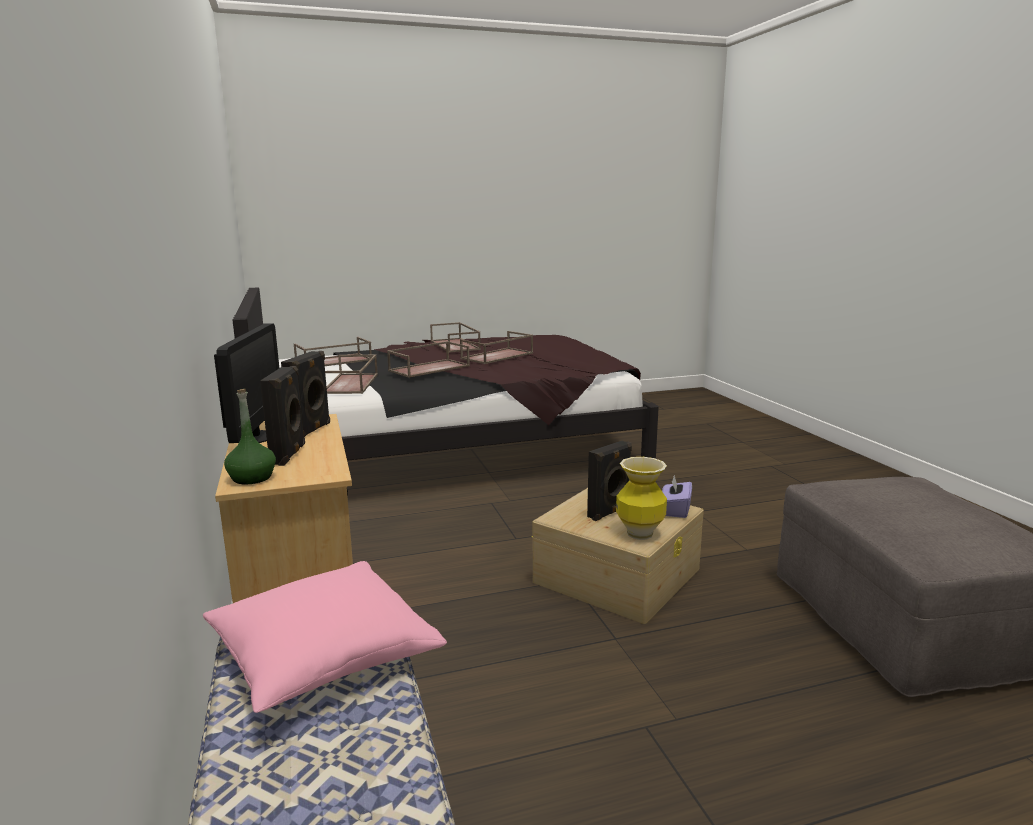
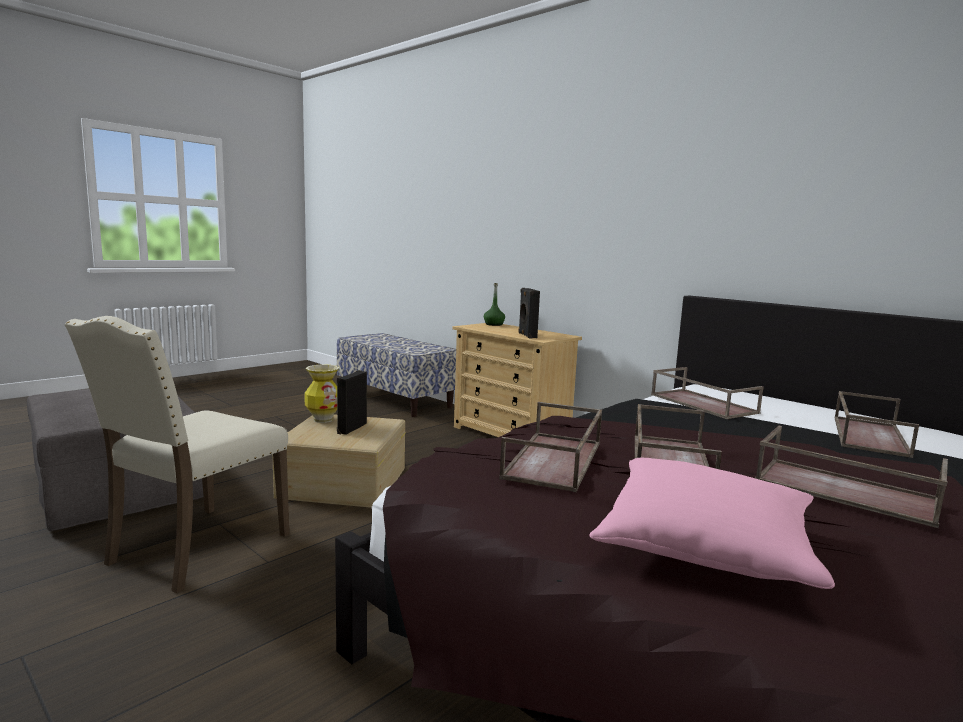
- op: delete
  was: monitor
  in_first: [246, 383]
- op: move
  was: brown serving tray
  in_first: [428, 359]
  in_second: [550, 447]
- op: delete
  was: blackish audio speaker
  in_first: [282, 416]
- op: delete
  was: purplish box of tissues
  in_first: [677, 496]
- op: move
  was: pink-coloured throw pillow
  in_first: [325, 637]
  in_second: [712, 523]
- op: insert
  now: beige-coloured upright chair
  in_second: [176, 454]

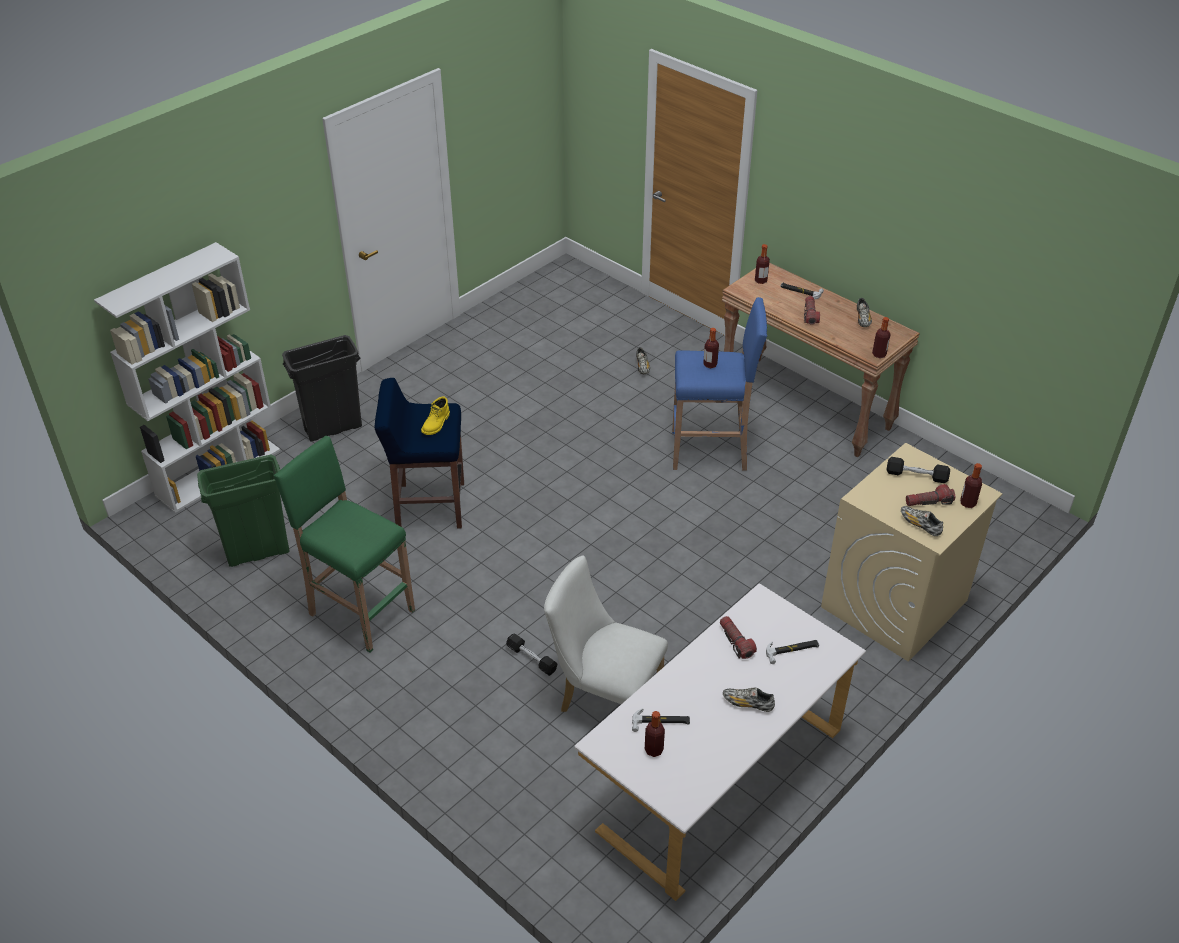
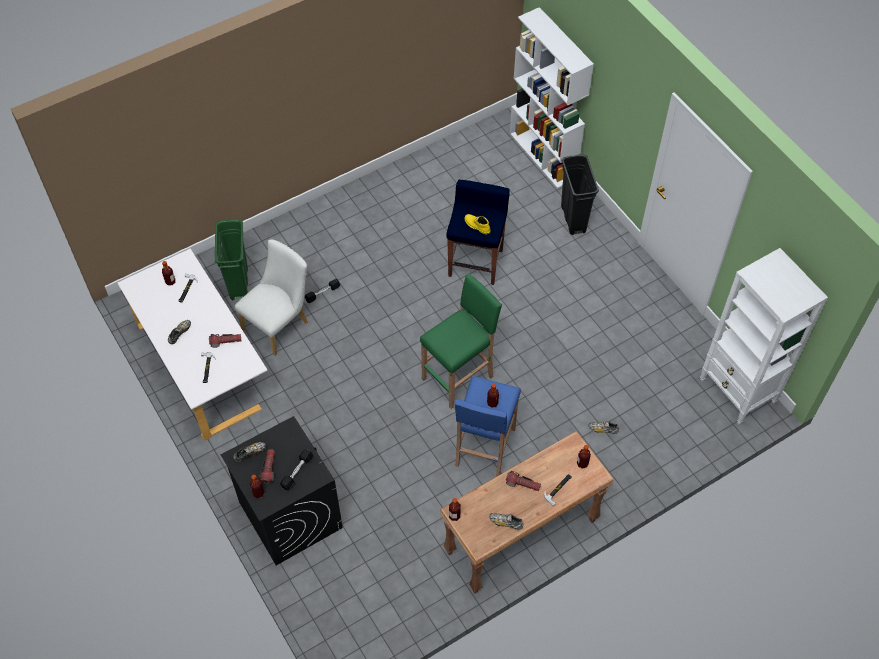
- op: move
  was: green stool seat
  in_first: [344, 544]
  in_second: [461, 341]
- op: recolor
  was: beige-coloured laundry appliance
  now: blackish laundry appliance
  in_first: [912, 552]
  in_second: [282, 490]
- op: move
  was: green waste bin
  in_first: [243, 511]
  in_second: [231, 260]
- op: insert
  now: whitish bookshelf
  in_second: [764, 336]

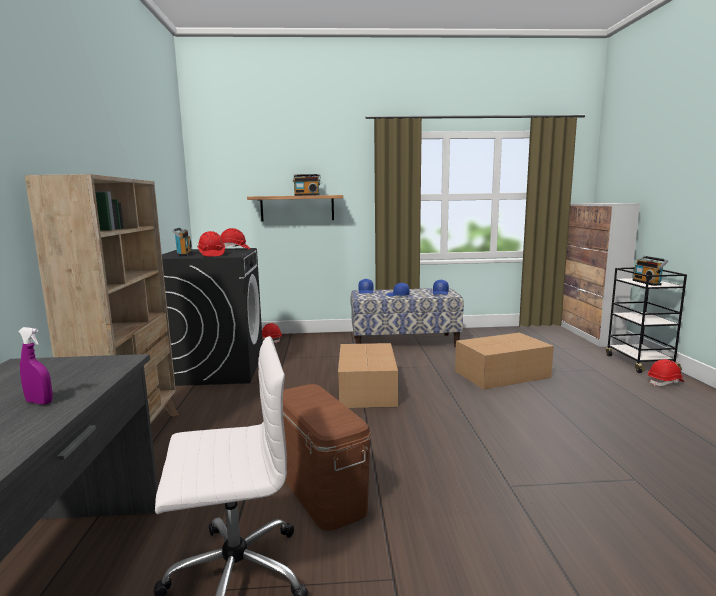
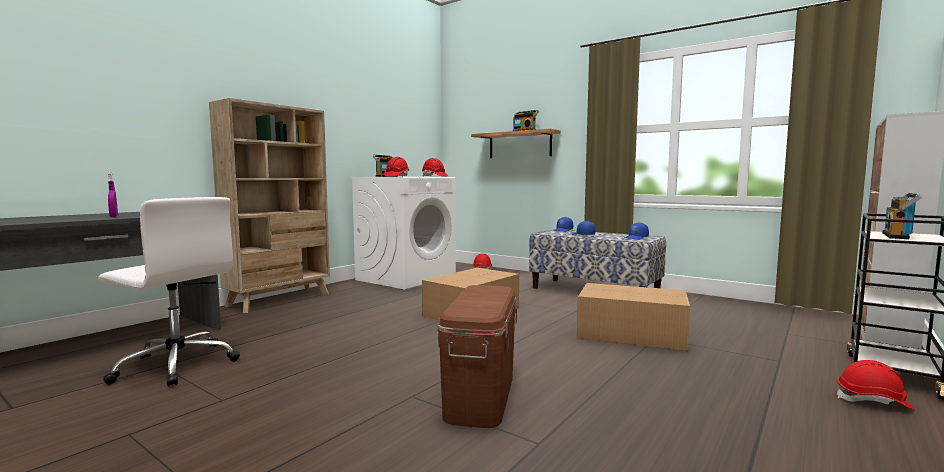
- op: recolor
  was: blackish laundry appliance
  now: whitish laundry appliance
  in_first: [212, 317]
  in_second: [403, 233]
- op: move
  was: brown storage container
  in_first: [327, 457]
  in_second: [477, 356]

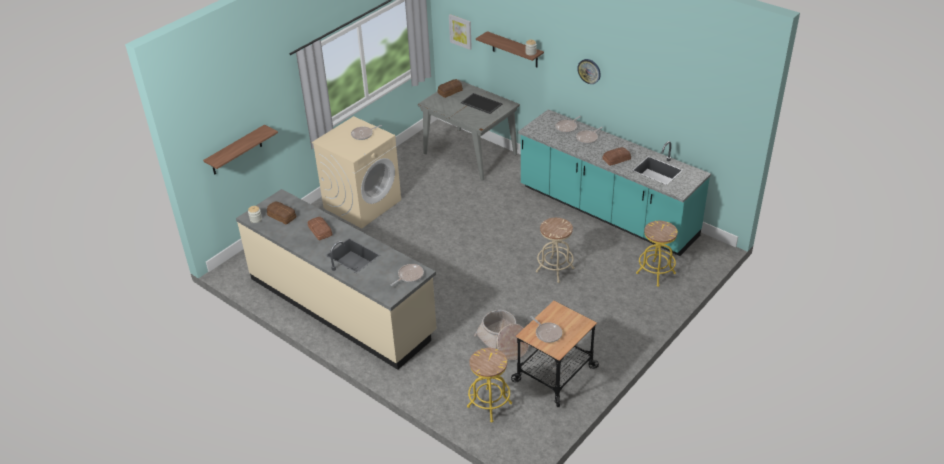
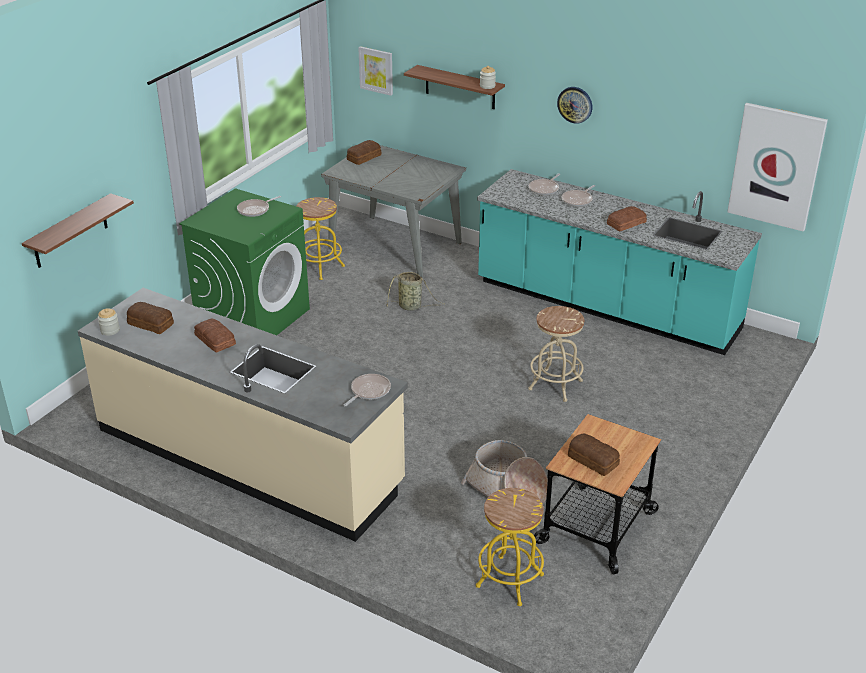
- op: delete
  was: serving tray
  in_first: [481, 103]
- op: recolor
  was: beige-coloured laundry appliance
  now: green laundry appliance
  in_first: [356, 172]
  in_second: [244, 261]
- op: move
  was: yellow stool seat
  in_first: [657, 254]
  in_second: [320, 238]
- op: replace
  was: pan
  now: baked bread
  in_first: [546, 329]
  in_second: [594, 454]
- op: insert
  now: picture
  in_second: [777, 167]
- op: insert
  now: storage basket
  in_second: [415, 291]

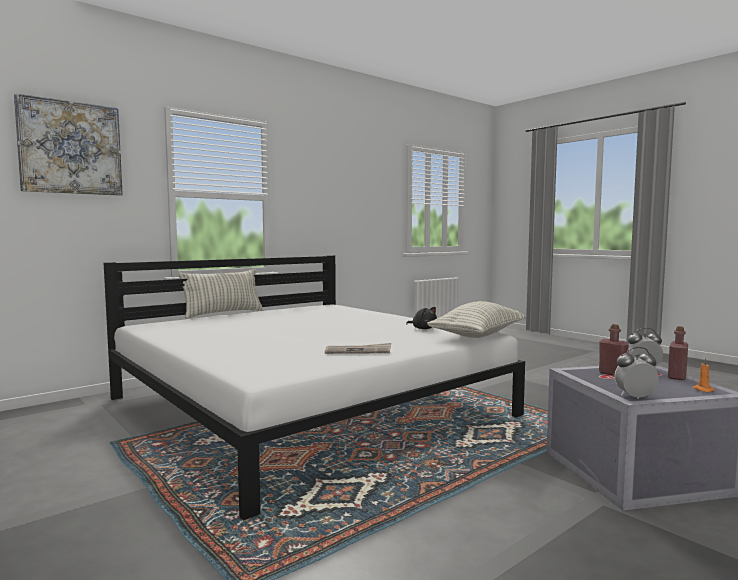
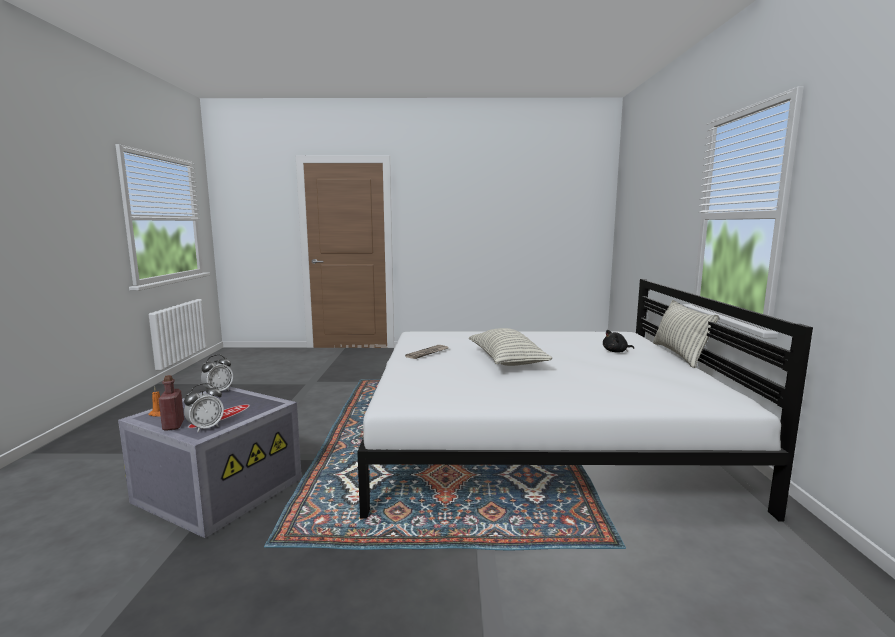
- op: delete
  was: picture
  in_first: [68, 144]
- op: move
  was: throw pillow
  in_first: [476, 319]
  in_second: [510, 347]
- op: move
  was: blackish soft toy
  in_first: [421, 318]
  in_second: [618, 341]
- op: delete
  was: reddish bottle
  in_first: [614, 350]

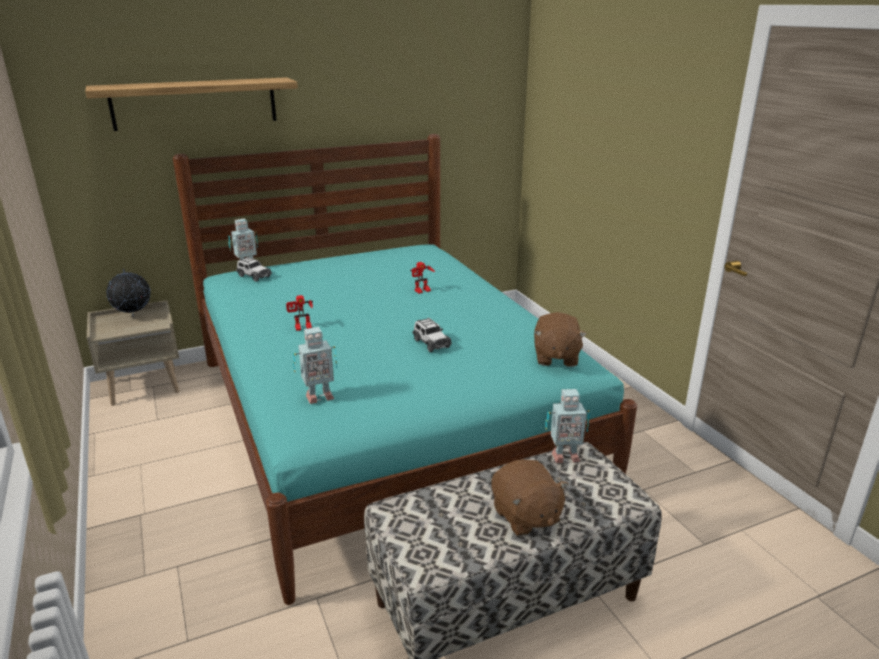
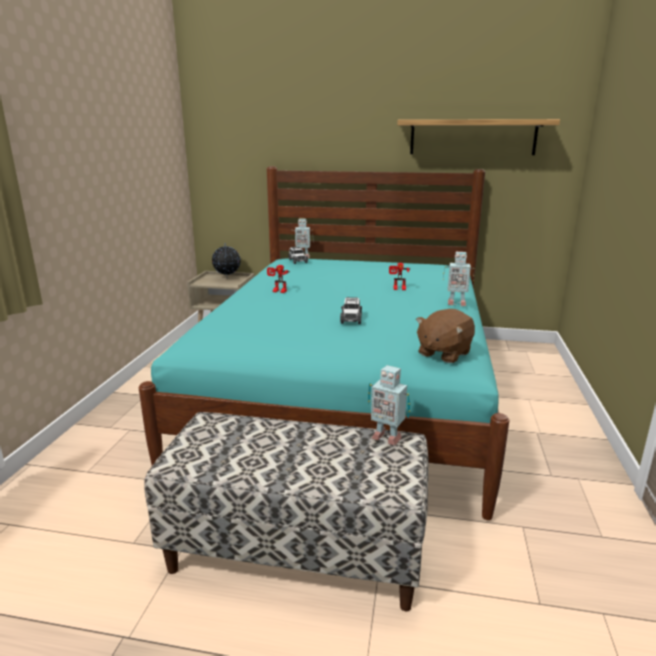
- op: move
  was: shelf
  in_first: [191, 104]
  in_second: [478, 137]
- op: move
  was: toy robot
  in_first: [315, 365]
  in_second: [458, 279]
- op: delete
  was: brown soft toy
  in_first: [529, 497]

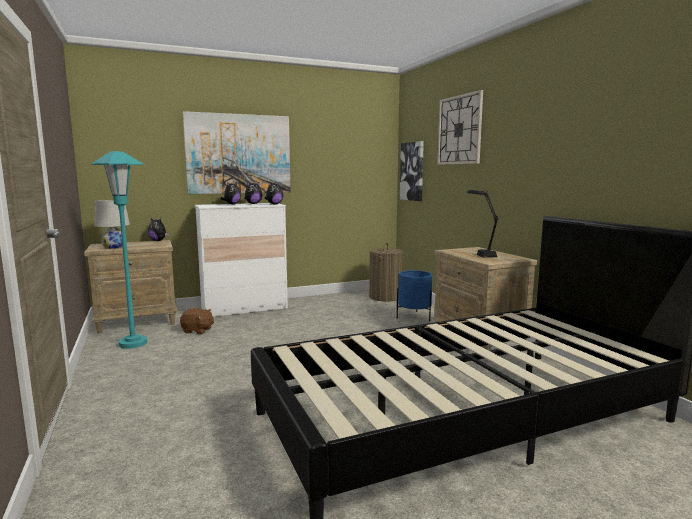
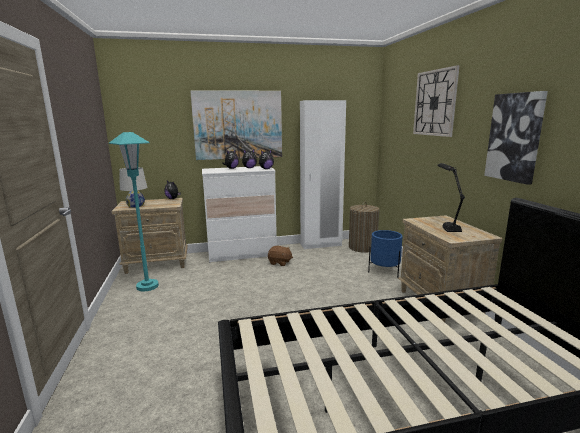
- op: move
  was: picture
  in_first: [412, 171]
  in_second: [516, 138]
- op: move
  was: brown soft toy
  in_first: [197, 321]
  in_second: [280, 256]
- op: insert
  now: whitish wardrobe
  in_second: [323, 174]

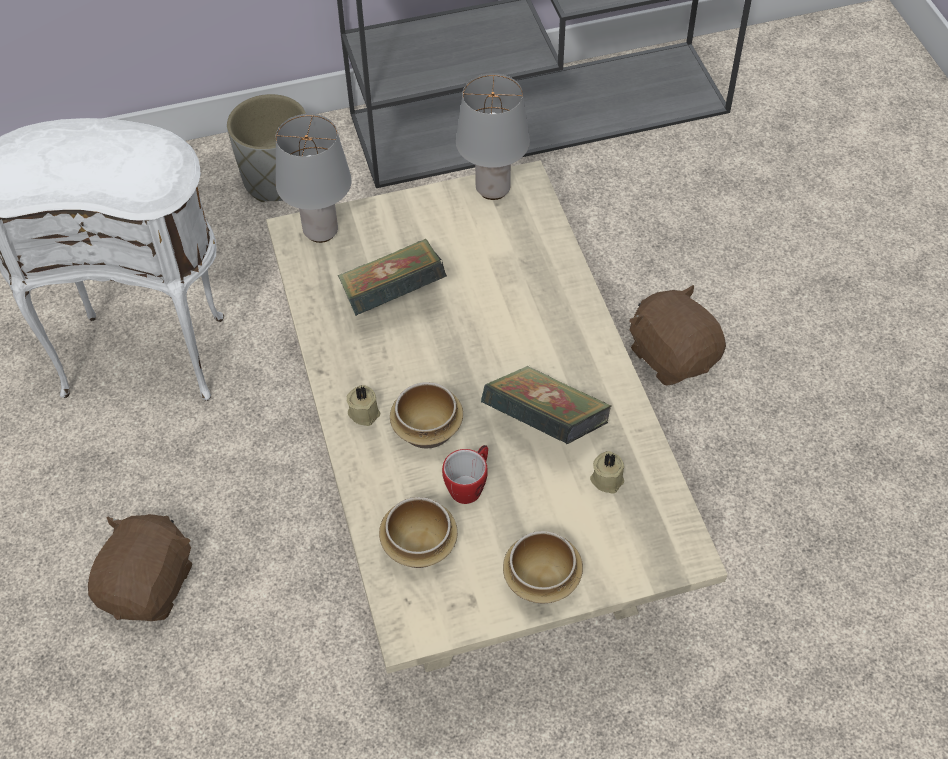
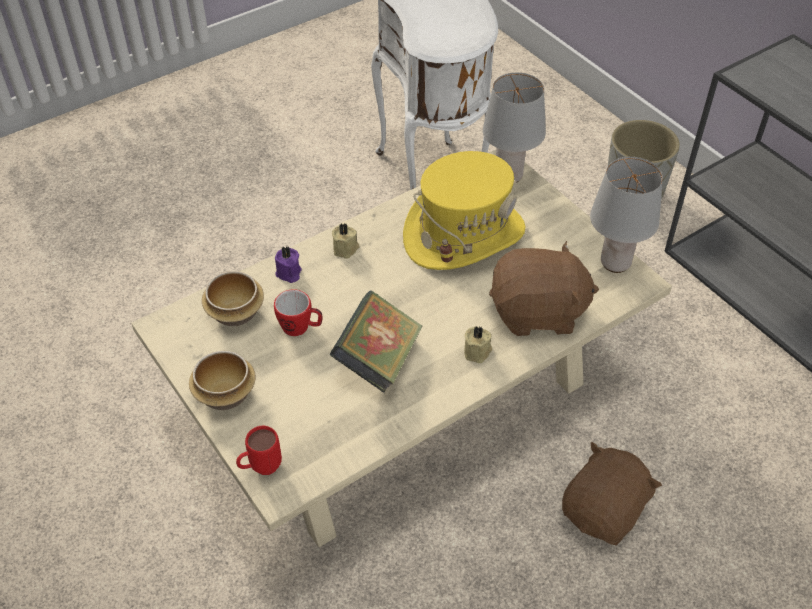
- op: replace
  was: volume
  now: yellow wearable hat
  in_first: [392, 277]
  in_second: [464, 210]
- op: delete
  was: deep dish
  in_first: [426, 415]
- op: move
  was: beige-coloured wax candle
  in_first: [607, 472]
  in_second: [478, 345]
- op: move
  was: brown soft toy
  in_first: [140, 567]
  in_second: [544, 288]
- op: insert
  now: purplish wax candle
  in_second: [288, 264]
- op: insert
  now: reddish tea mug
  in_second: [259, 450]

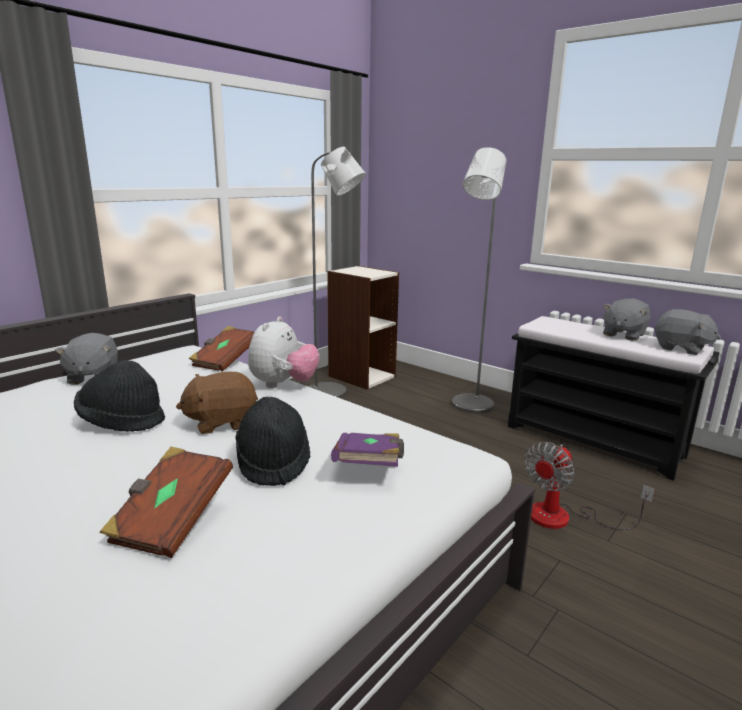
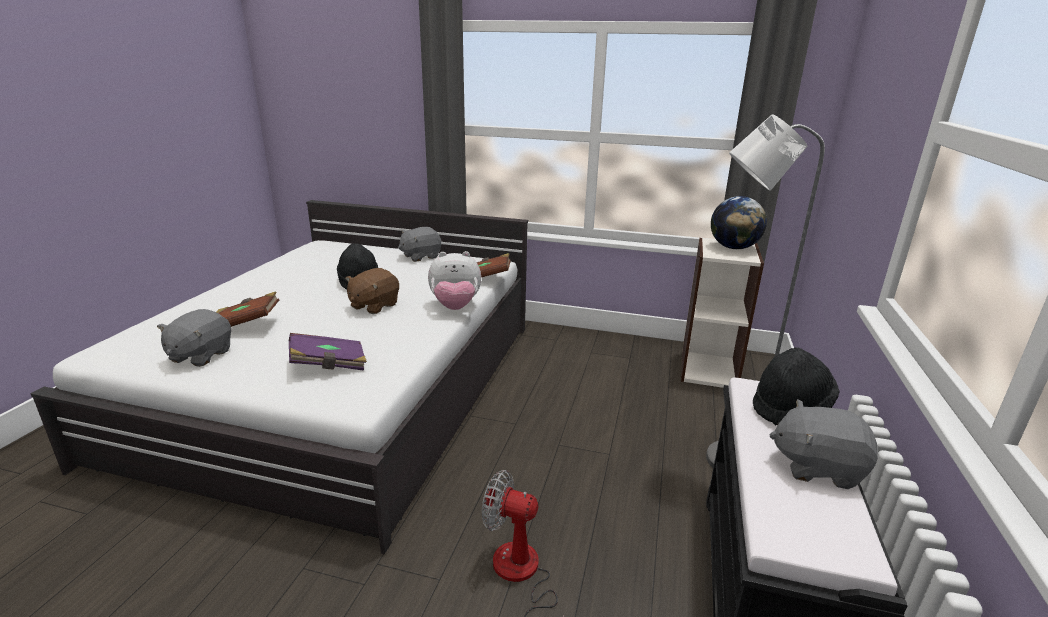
- op: delete
  was: greyish floor lamp
  in_first: [337, 272]
- op: move
  was: greyish soft toy
  in_first: [688, 332]
  in_second: [194, 338]
- op: rotate
  was: brown soft toy
  in_first: [217, 403]
  in_second: [372, 291]
  clockwise: -105
- op: move
  was: blackish wearable hat
  in_first: [272, 441]
  in_second: [796, 386]
- op: insert
  now: desk globe
  in_second: [739, 222]

